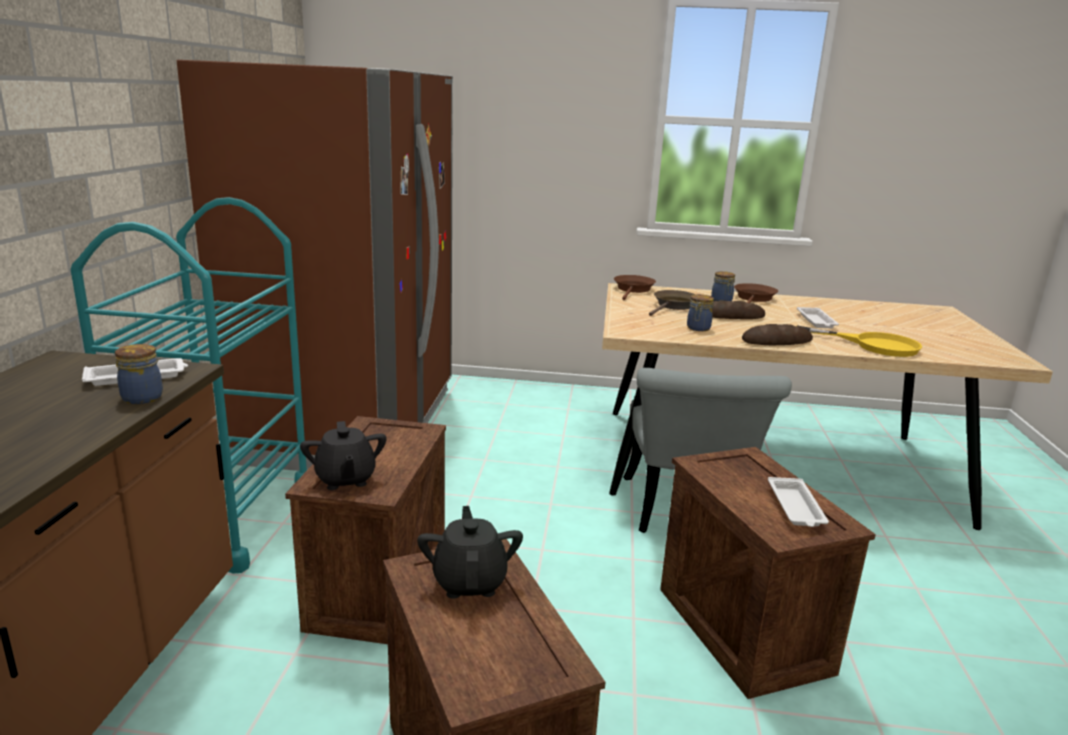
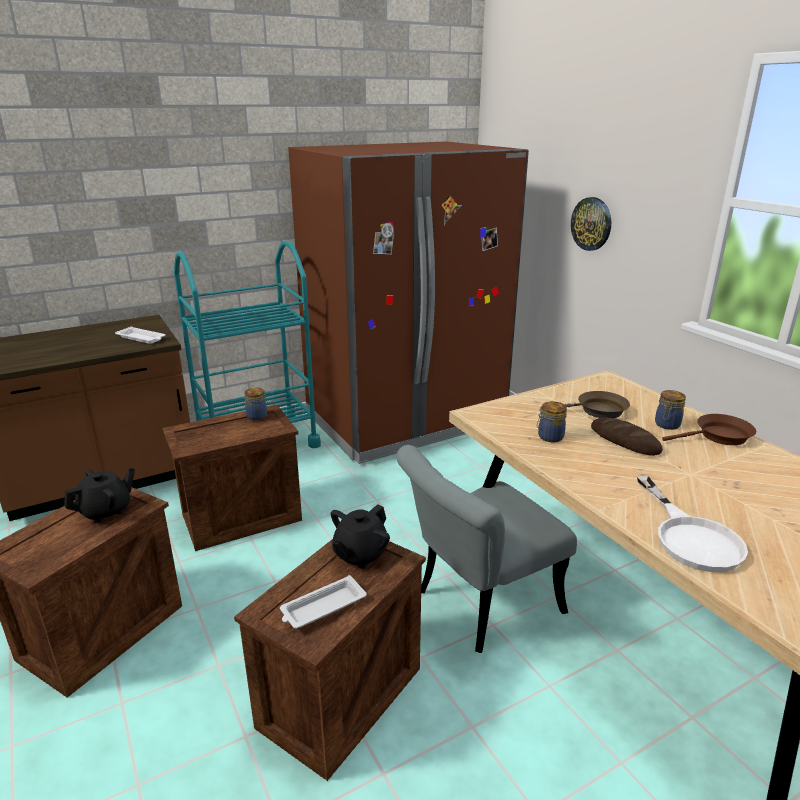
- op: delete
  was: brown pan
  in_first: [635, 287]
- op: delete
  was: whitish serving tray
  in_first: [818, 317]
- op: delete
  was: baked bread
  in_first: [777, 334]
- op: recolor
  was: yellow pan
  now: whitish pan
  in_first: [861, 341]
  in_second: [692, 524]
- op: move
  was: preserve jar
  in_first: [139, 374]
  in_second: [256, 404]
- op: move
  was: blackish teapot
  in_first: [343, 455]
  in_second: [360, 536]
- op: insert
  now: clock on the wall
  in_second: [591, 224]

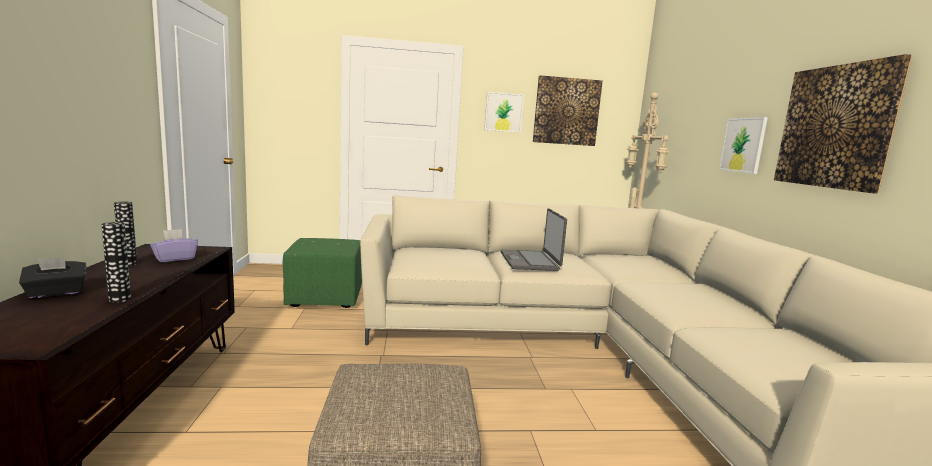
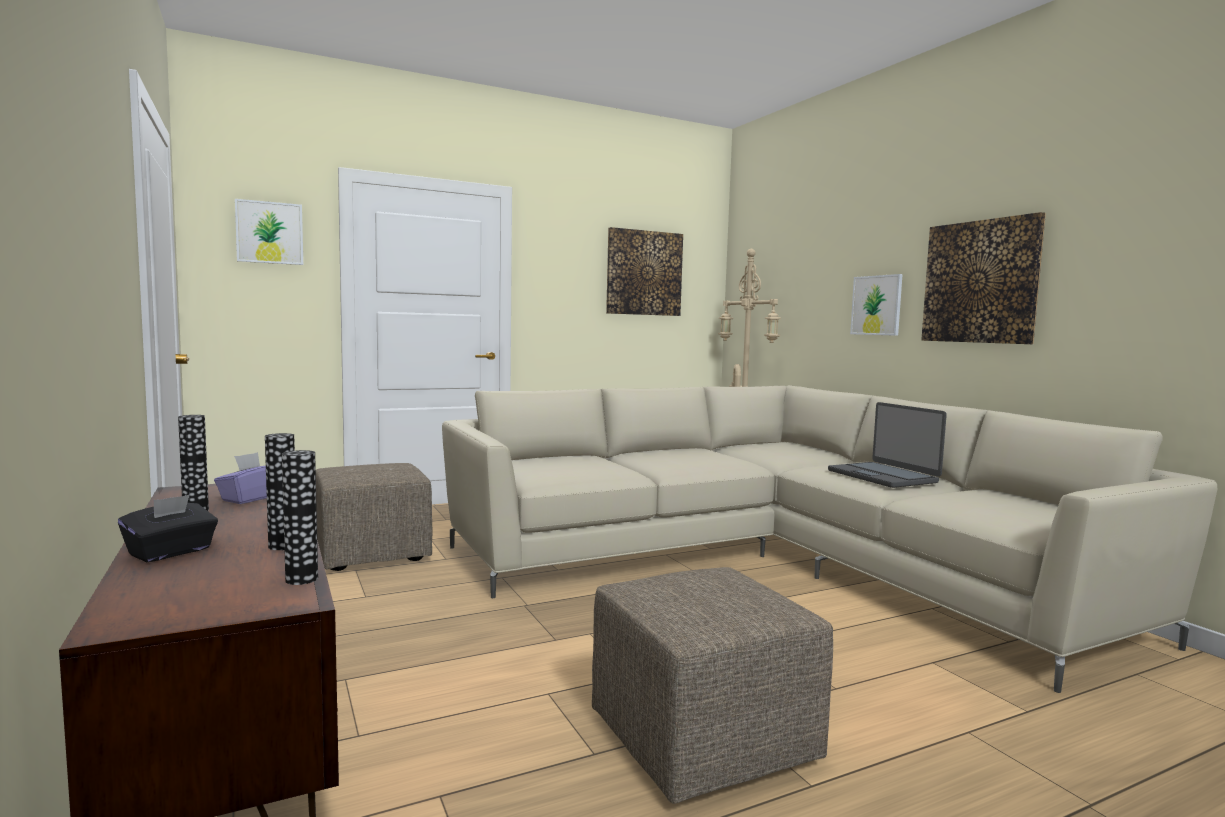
- op: move
  was: picture
  in_first: [504, 112]
  in_second: [269, 232]
- op: move
  was: laptop
  in_first: [534, 239]
  in_second: [887, 445]
- op: recolor
  was: green pouffe
  now: beige-coloured pouffe
  in_first: [322, 273]
  in_second: [374, 517]
- op: insert
  now: decorative vase
  in_second: [300, 517]

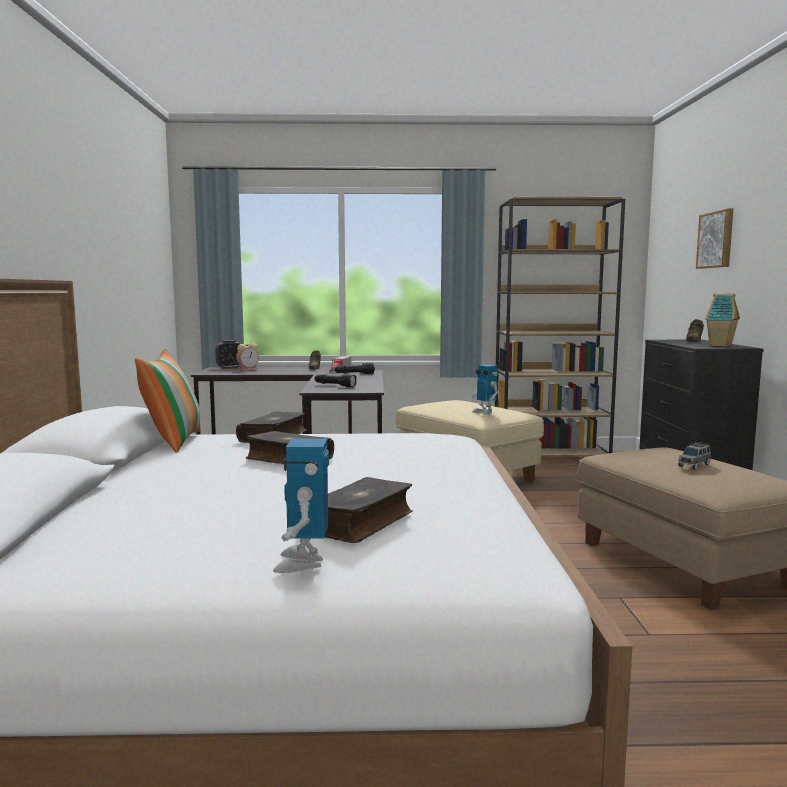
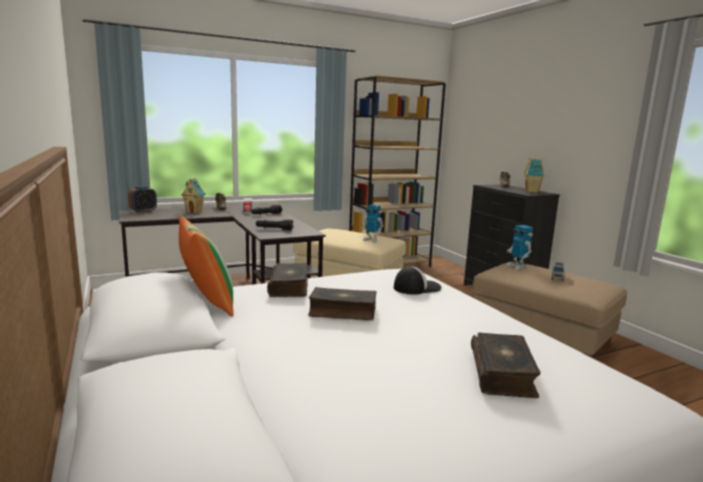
- op: delete
  was: picture
  in_first: [714, 239]
- op: delete
  was: bedside clock
  in_first: [247, 357]
- op: move
  was: toy robot
  in_first: [301, 506]
  in_second: [519, 247]
- op: insert
  now: miniature house
  in_second: [193, 195]
- op: insert
  now: cap
  in_second: [418, 280]

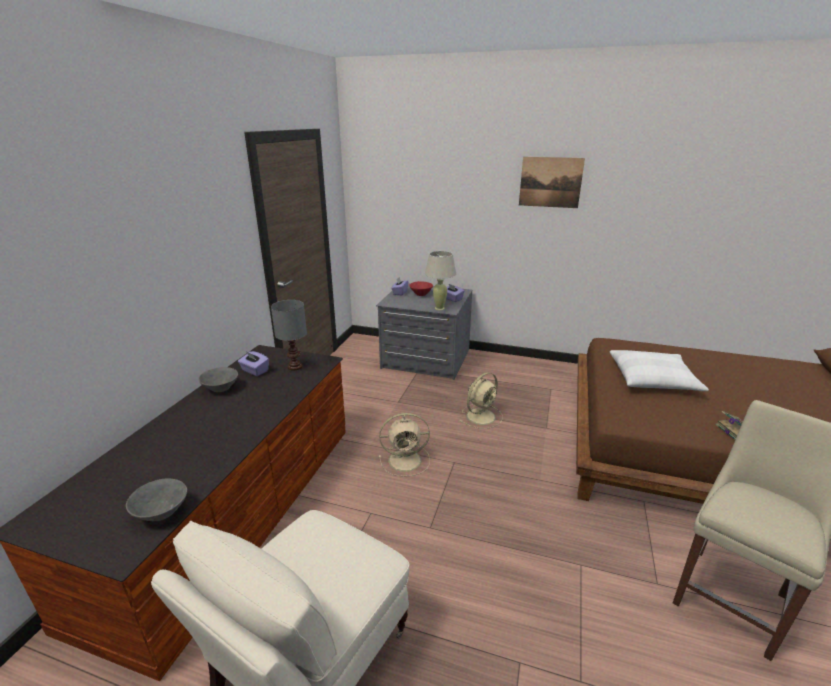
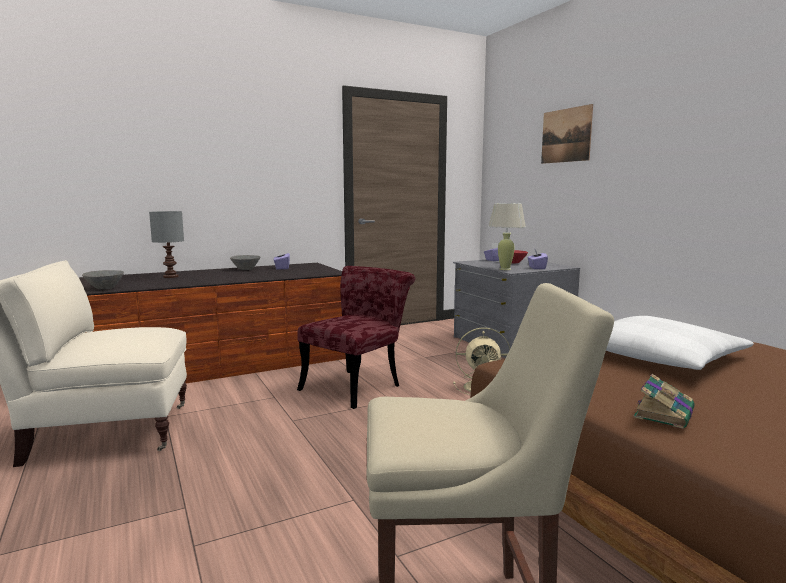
- op: move
  was: picture
  in_first: [552, 182]
  in_second: [567, 134]
- op: move
  was: greyish lamp for a table
  in_first: [289, 335]
  in_second: [166, 244]
- op: replace
  was: beige-coloured cooling fan
  now: reddish upright chair
  in_first: [404, 445]
  in_second: [356, 337]

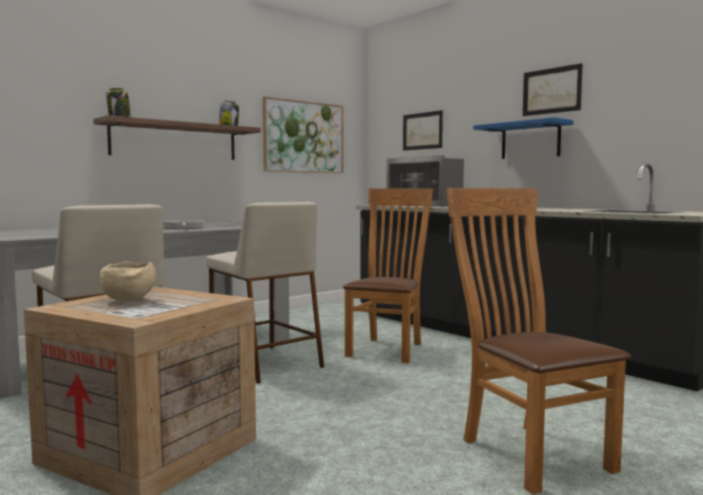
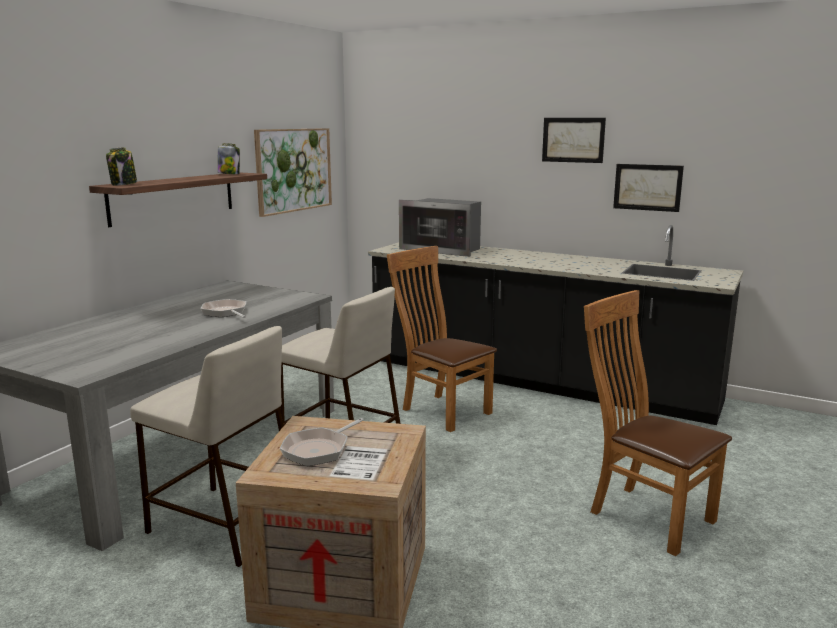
- op: move
  was: picture
  in_first: [423, 130]
  in_second: [648, 188]
- op: delete
  was: blue-coloured shelf
  in_first: [523, 138]
- op: rotate
  was: brown upright chair
  in_first: [388, 275]
  in_second: [442, 339]
  clockwise: -45
- op: replace
  was: beige-coloured deep dish
  now: pan
  in_first: [128, 282]
  in_second: [321, 442]

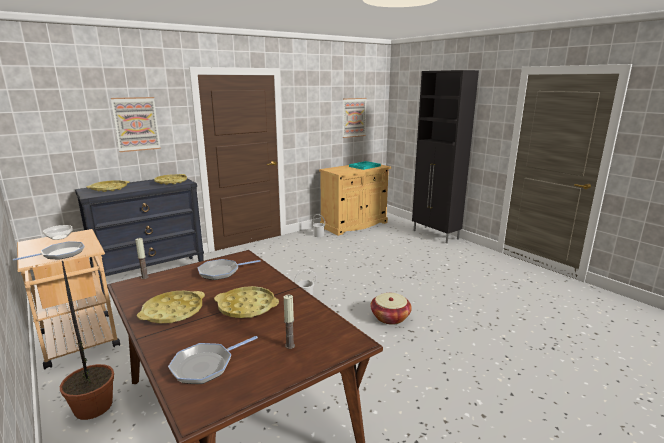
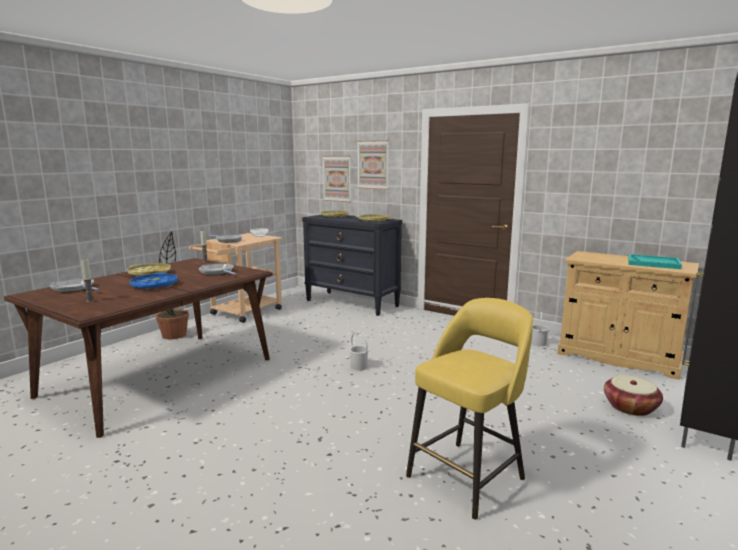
- op: move
  was: picture
  in_first: [355, 118]
  in_second: [336, 179]
- op: recolor
  was: yellow serving tray
  now: blue-coloured serving tray
  in_first: [246, 302]
  in_second: [153, 281]
- op: move
  was: storage basket
  in_first: [391, 309]
  in_second: [633, 395]
- op: insert
  now: yellow stool seat
  in_second: [469, 408]

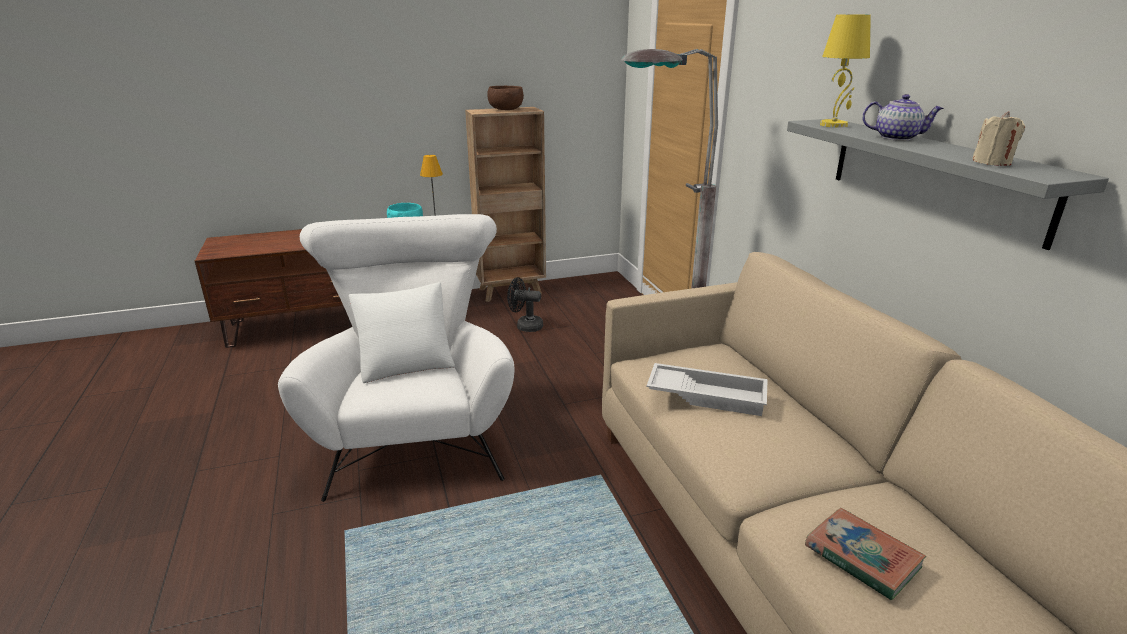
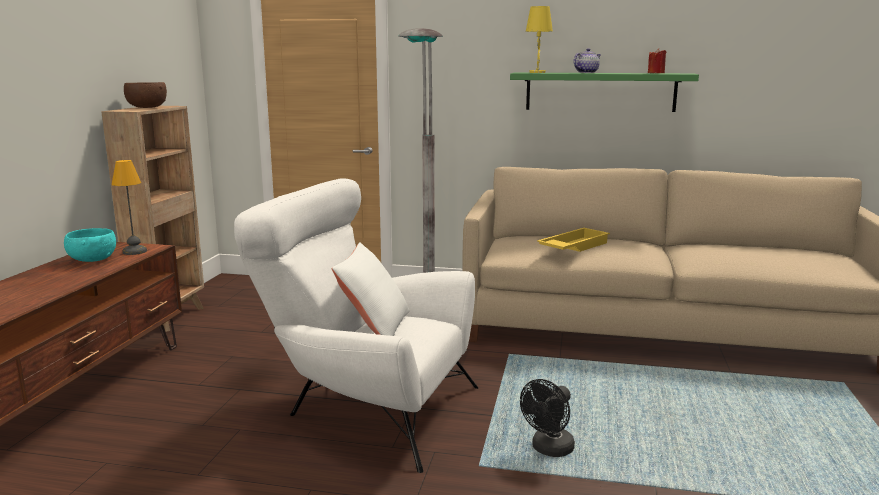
- op: recolor
  was: beige-coloured wax candle
  now: reddish wax candle
  in_first: [998, 138]
  in_second: [657, 60]
- op: recolor
  was: greyish shelf
  now: green shelf
  in_first: [948, 184]
  in_second: [604, 92]
- op: move
  was: blackish cooling fan
  in_first: [525, 304]
  in_second: [547, 418]
- op: recolor
  was: whitish serving tray
  now: yellow serving tray
  in_first: [707, 389]
  in_second: [573, 240]
- op: delete
  was: volume
  in_first: [865, 554]

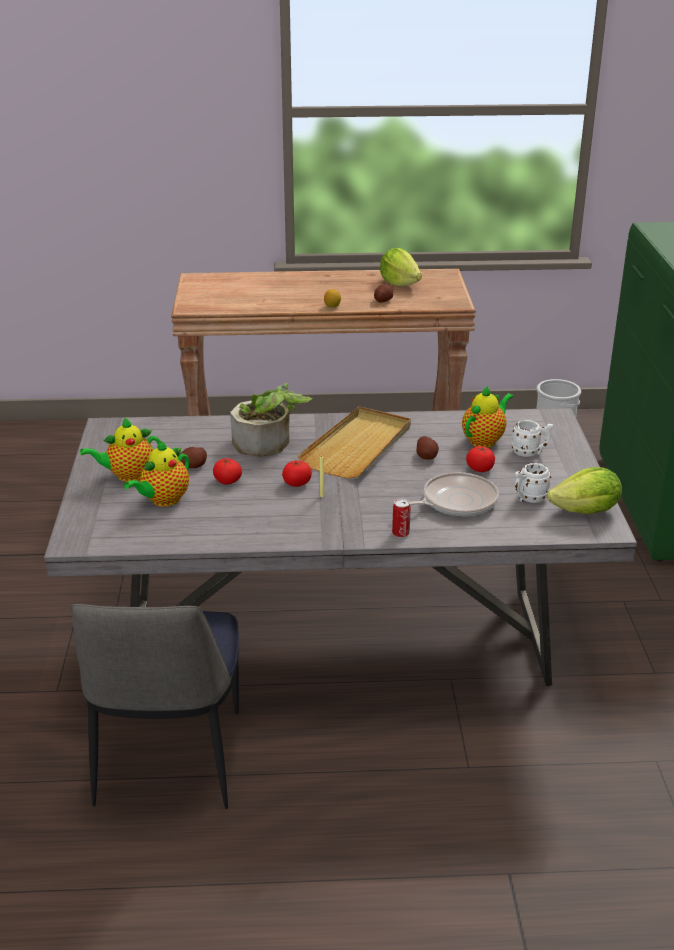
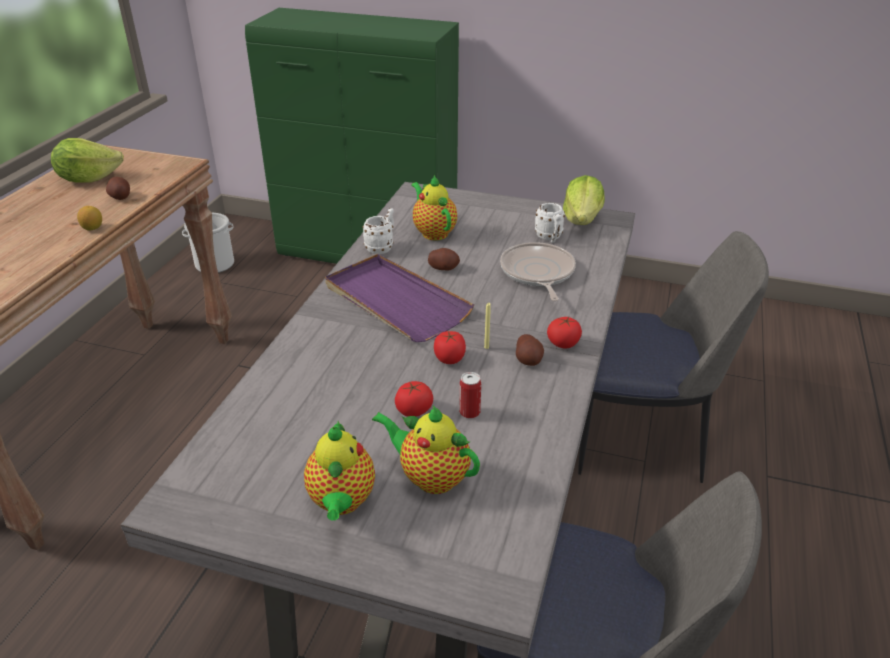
- op: delete
  was: houseplant
  in_first: [271, 420]
- op: recolor
  was: beige-coloured serving tray
  now: purplish serving tray
  in_first: [354, 443]
  in_second: [399, 298]
- op: move
  was: whitish tea mug
  in_first: [532, 438]
  in_second: [378, 231]
- op: rotate
  was: teapot
  in_first: [156, 473]
  in_second: [426, 450]
  clockwise: 150
- op: move
  was: tomato
  in_first: [480, 459]
  in_second: [564, 332]
- op: move
  was: potato
  in_first: [194, 457]
  in_second: [530, 350]
- op: move
  was: can
  in_first: [401, 518]
  in_second: [470, 395]
- op: insert
  now: upright chair
  in_second: [673, 357]

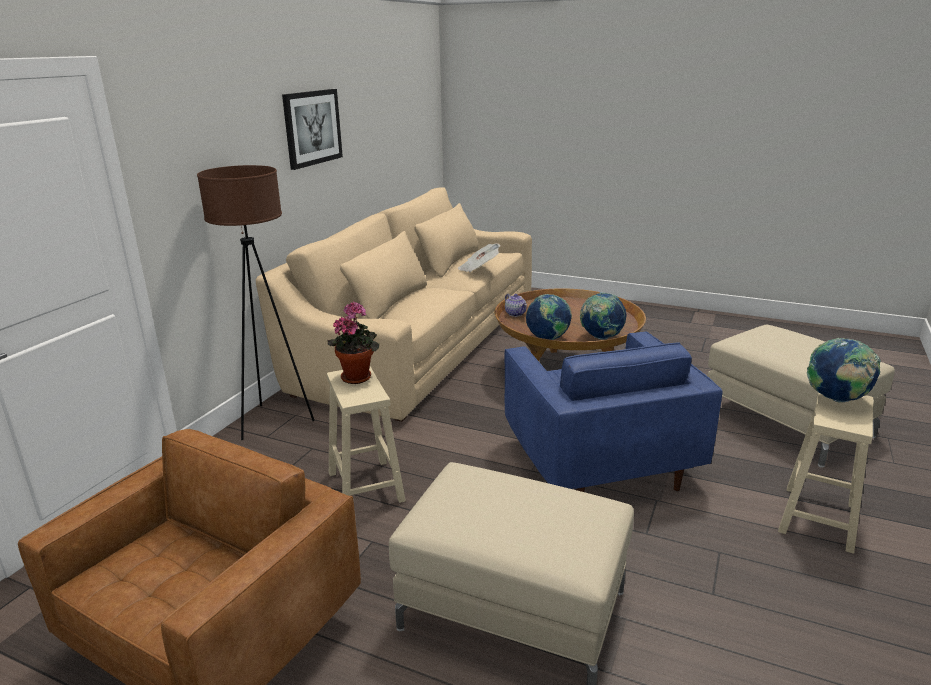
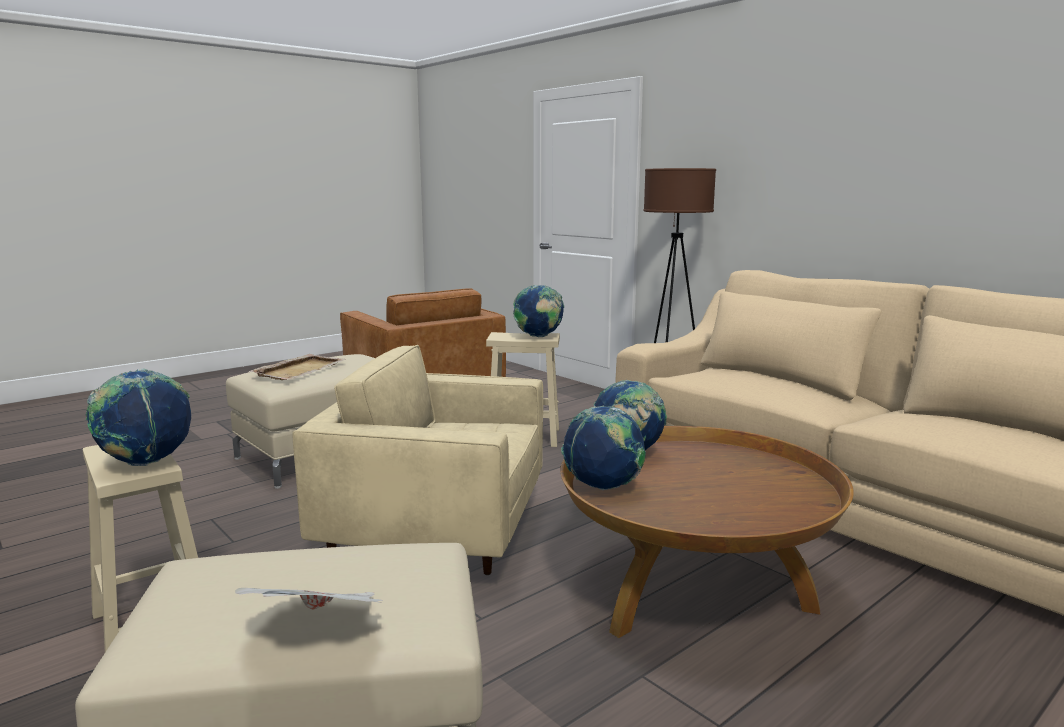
- op: delete
  was: picture
  in_first: [312, 129]
- op: move
  was: printed paper
  in_first: [479, 257]
  in_second: [308, 599]
- op: delete
  was: teapot
  in_first: [516, 305]
- op: replace
  was: houseplant
  now: desk globe
  in_first: [353, 343]
  in_second: [538, 311]
- op: recolor
  was: blue-coloured easy chair
  now: beige-coloured easy chair
  in_first: [613, 411]
  in_second: [417, 460]
- op: insert
  now: beige-coloured serving tray
  in_second: [297, 367]

